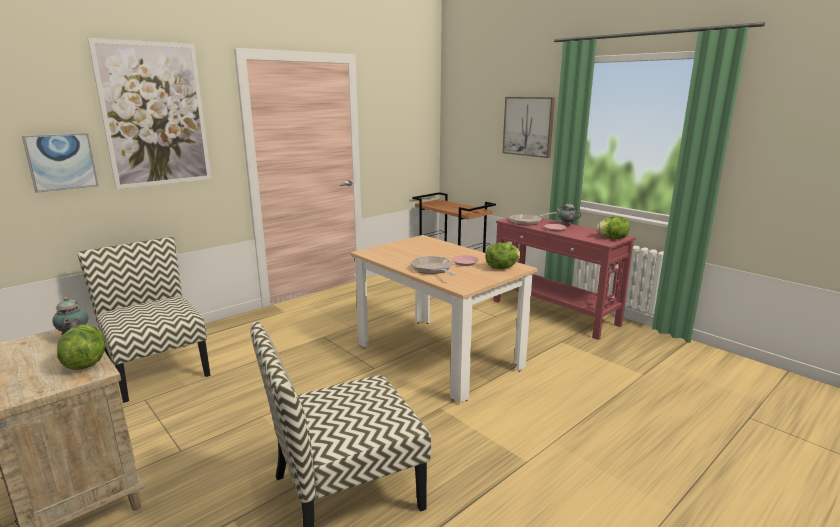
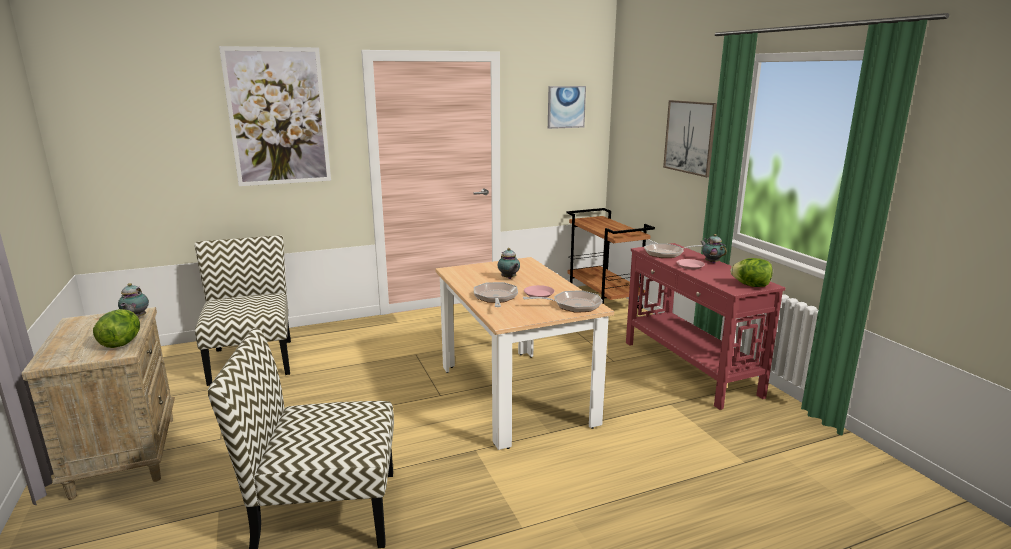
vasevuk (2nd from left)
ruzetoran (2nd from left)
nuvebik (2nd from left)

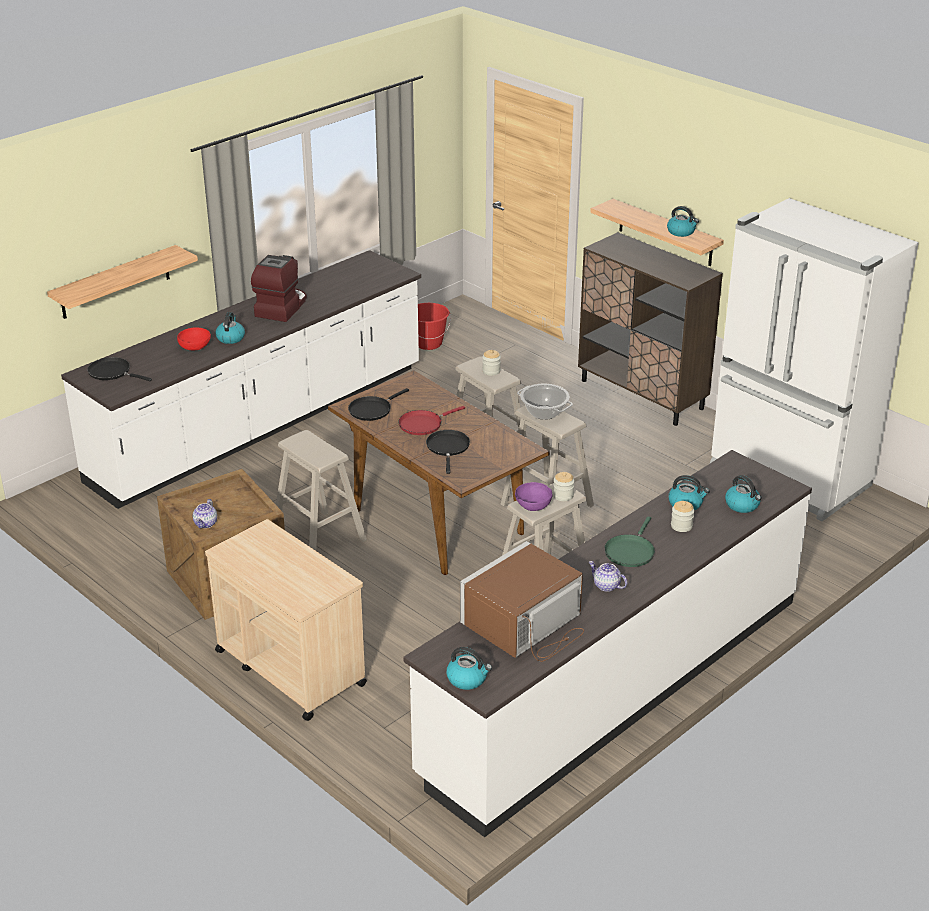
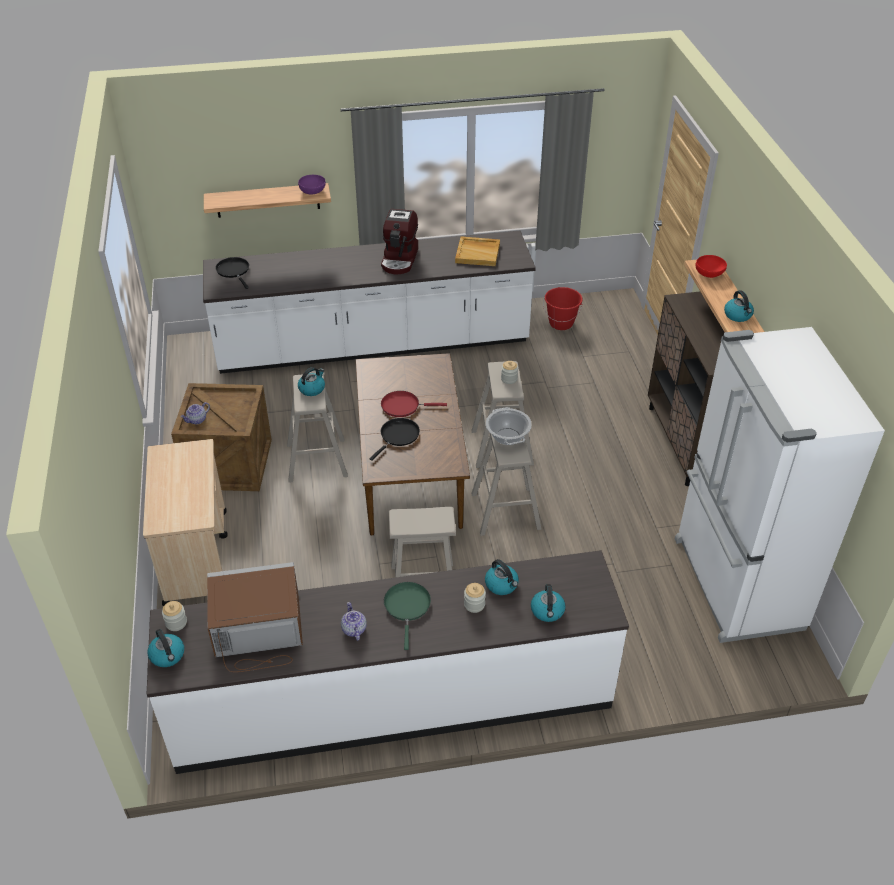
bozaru
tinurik (2nd from left)
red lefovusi
black ruzetoran (2nd from left in the first image)
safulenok (1st from left)
purple lefovusi
green ruzetoran
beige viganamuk

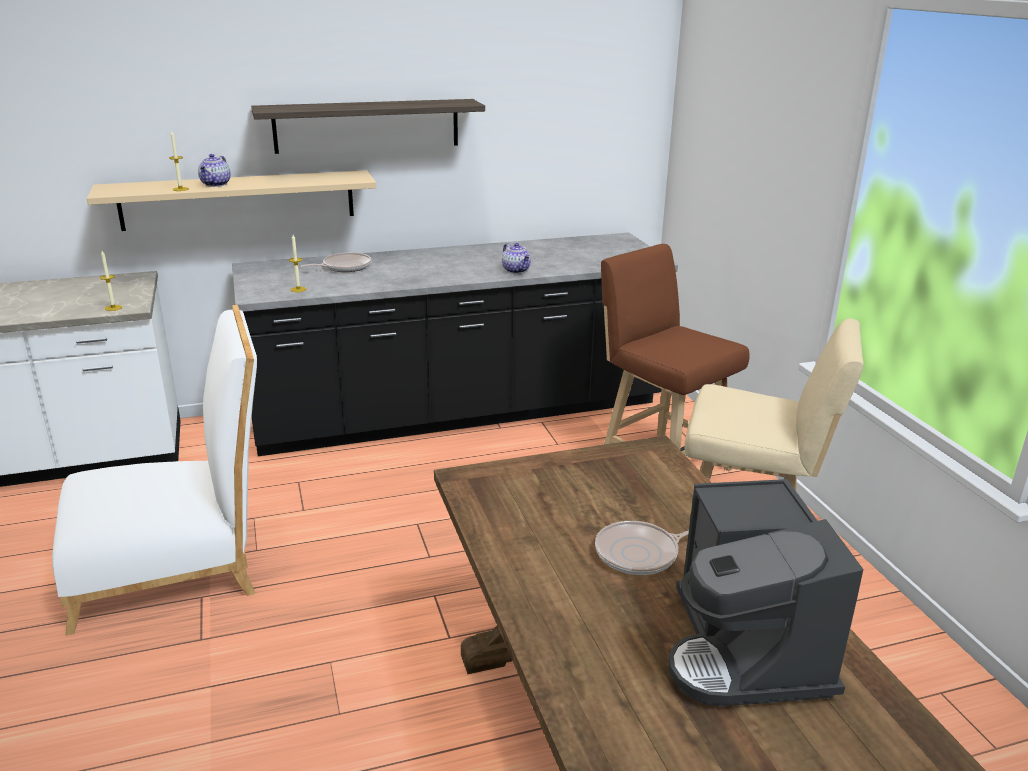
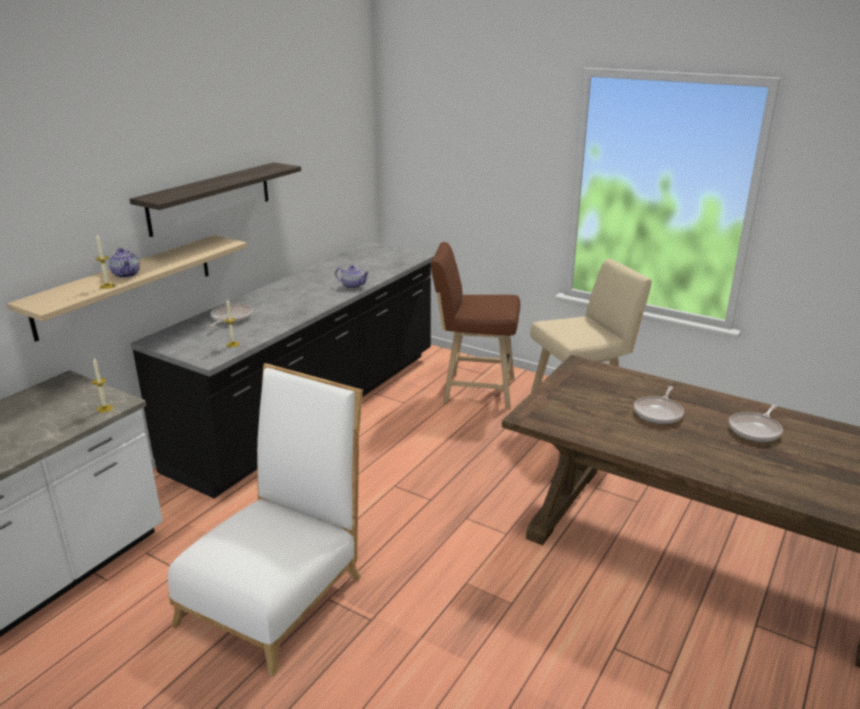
ruzetoran (3rd from left)

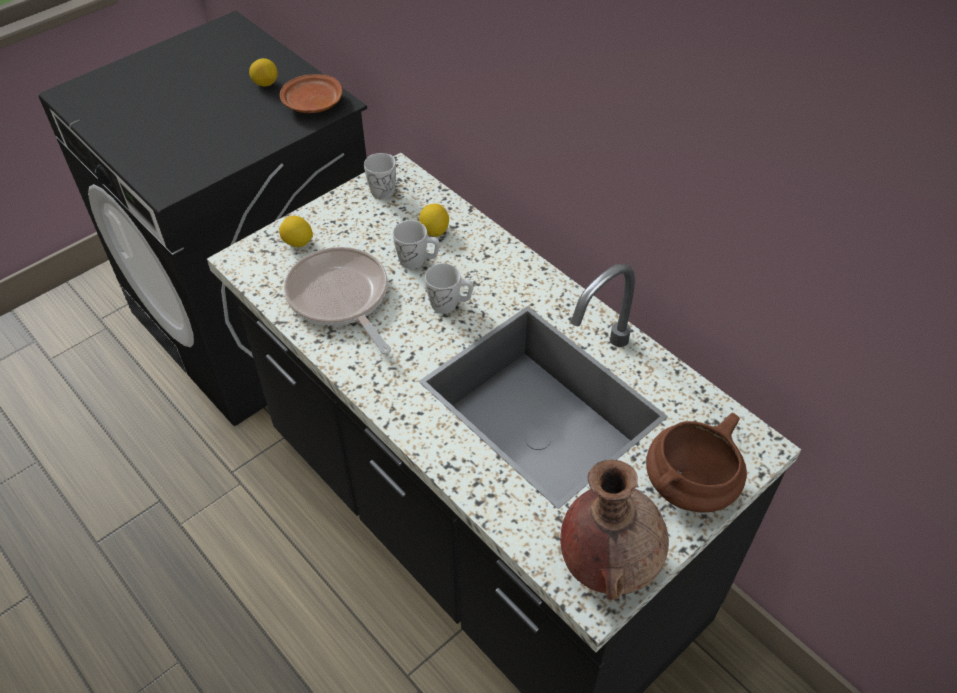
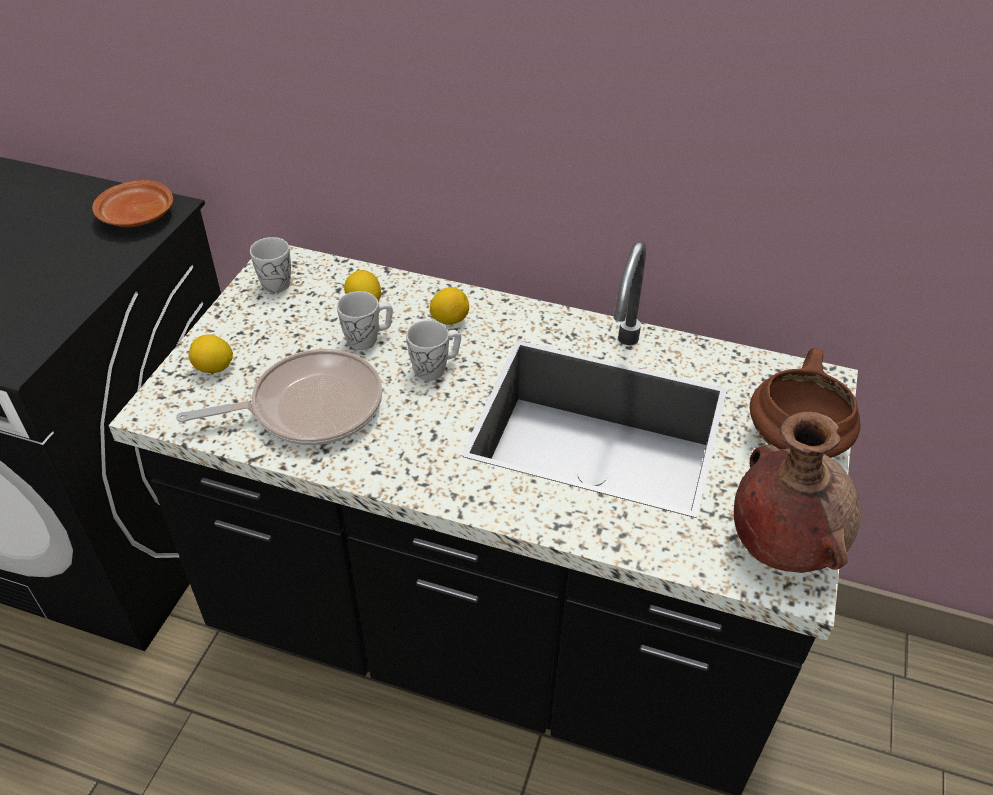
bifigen (3rd from left)
ruzetoran

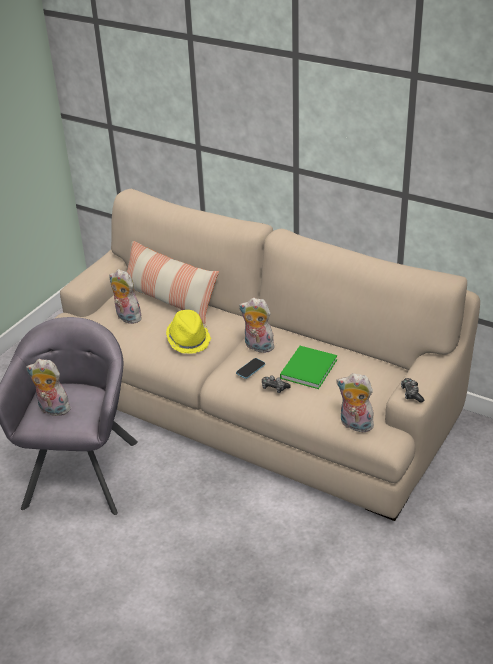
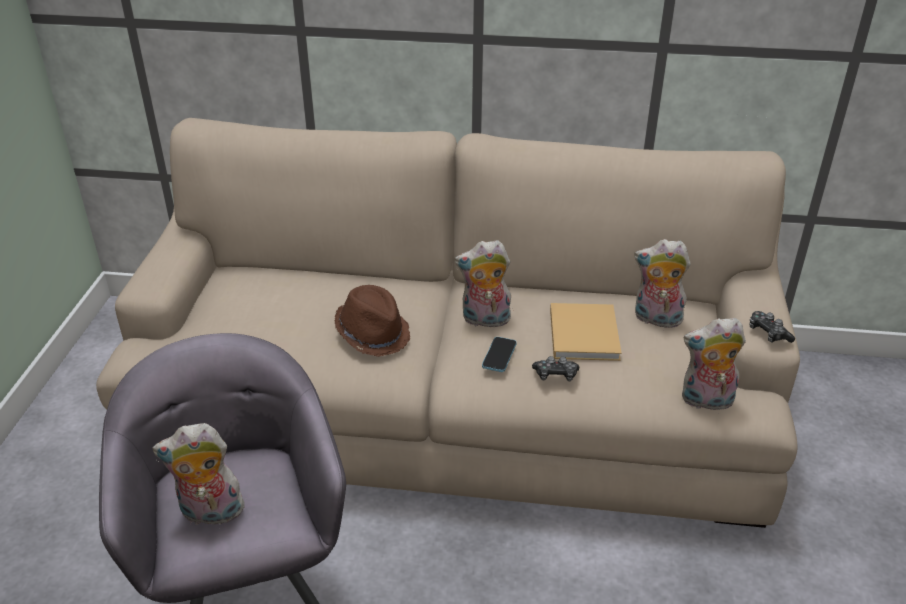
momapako
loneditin (3rd from left)
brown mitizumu
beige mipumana

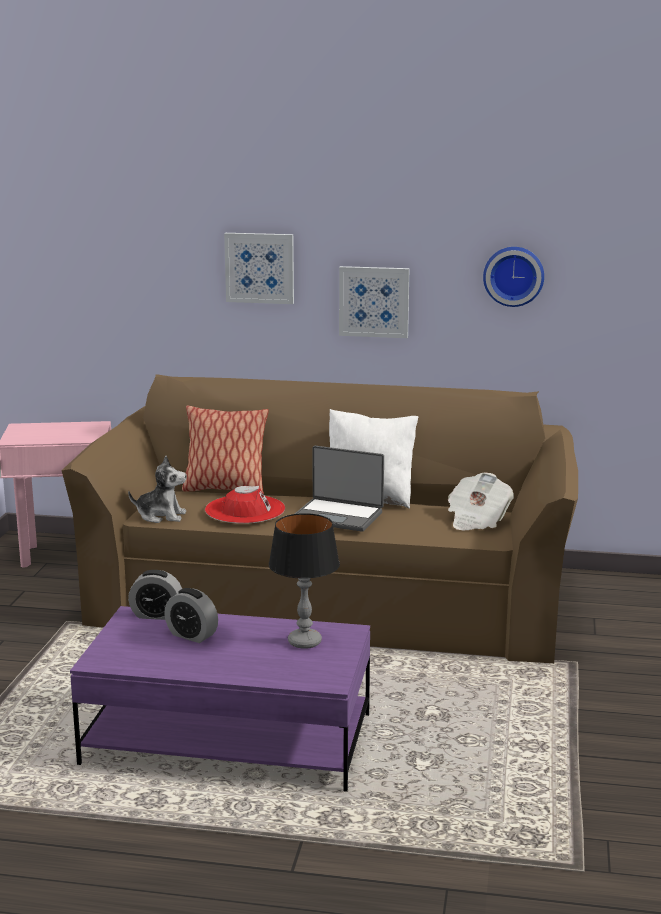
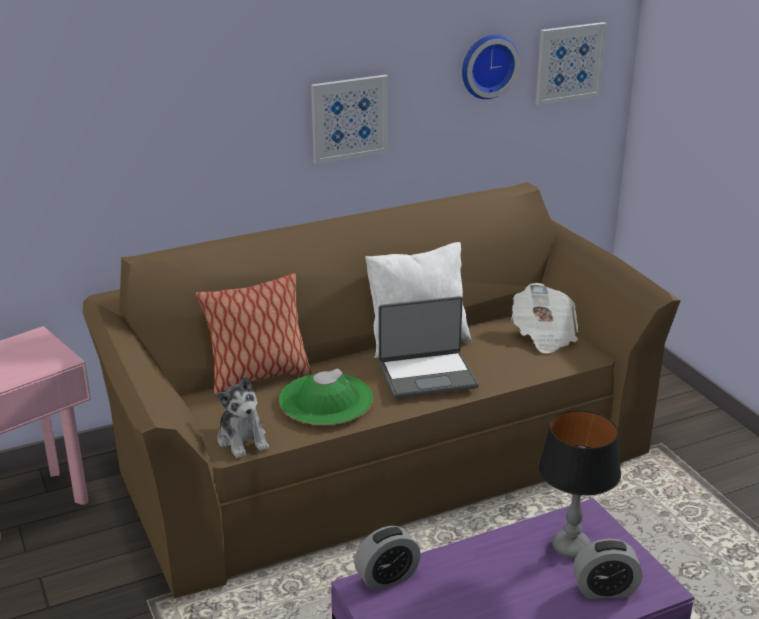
vasevuk (2nd from left)
loneditin
green mitizumu
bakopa (2nd from left)

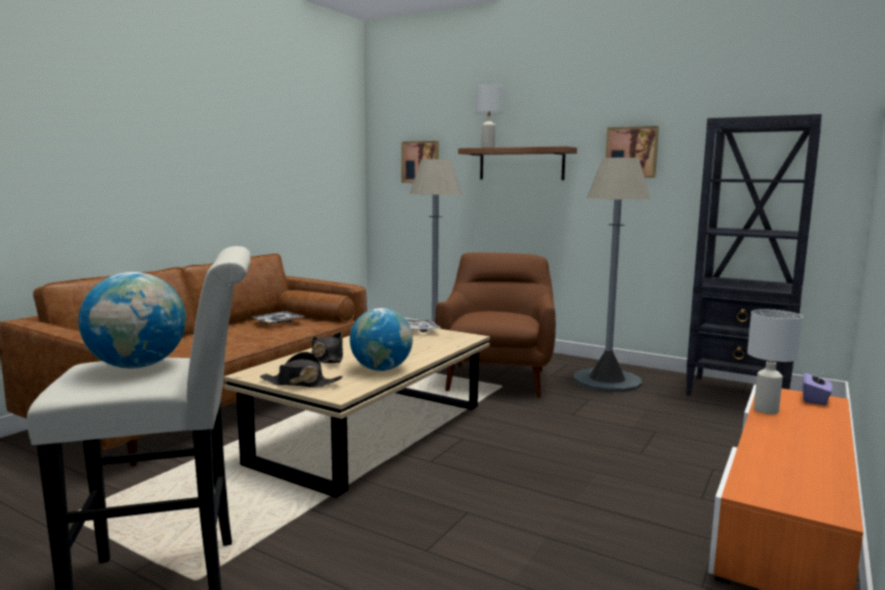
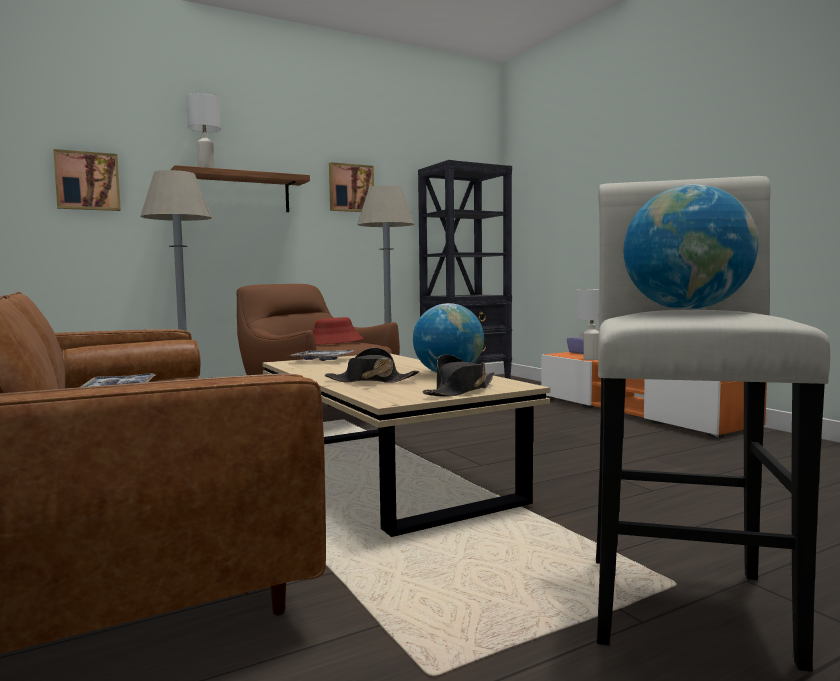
red mitizumu

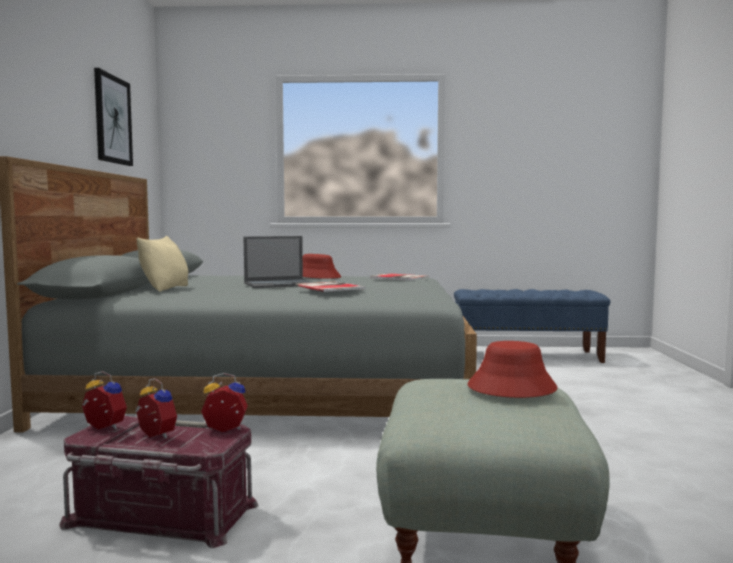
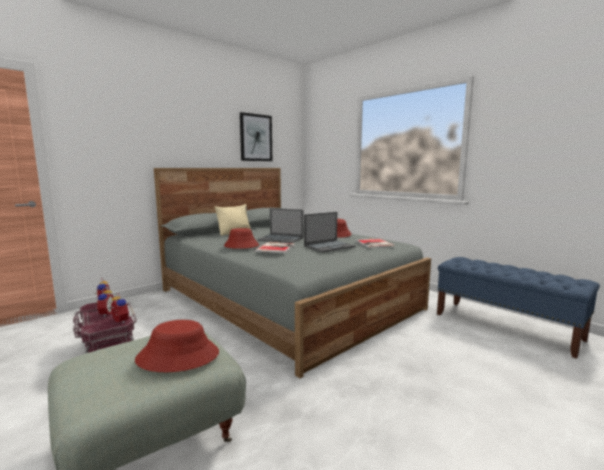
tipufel (2nd from left)
red mitizumu (2nd from left)

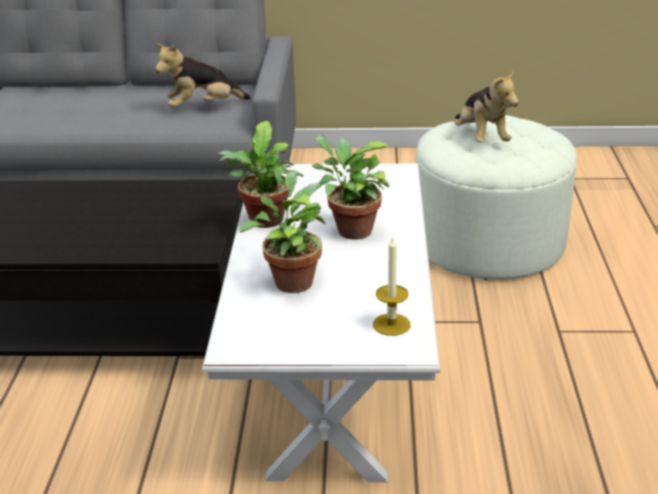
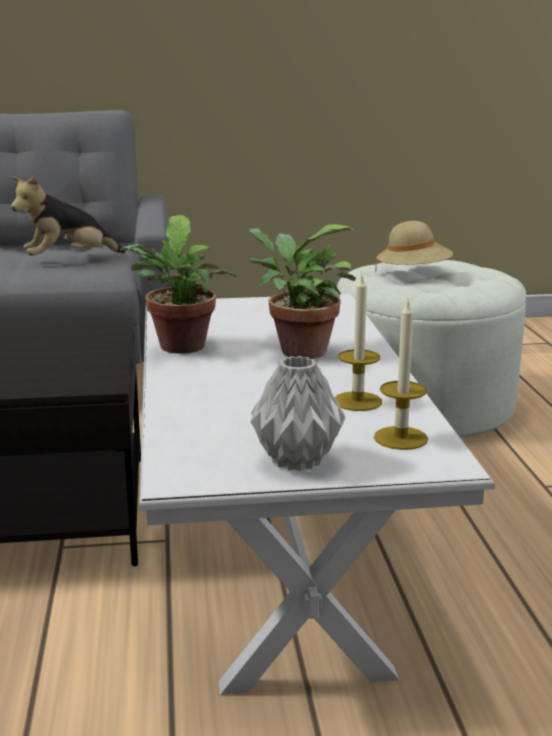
beige mitizumu
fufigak (2nd from left in the first image)
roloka (1st from left)
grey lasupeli

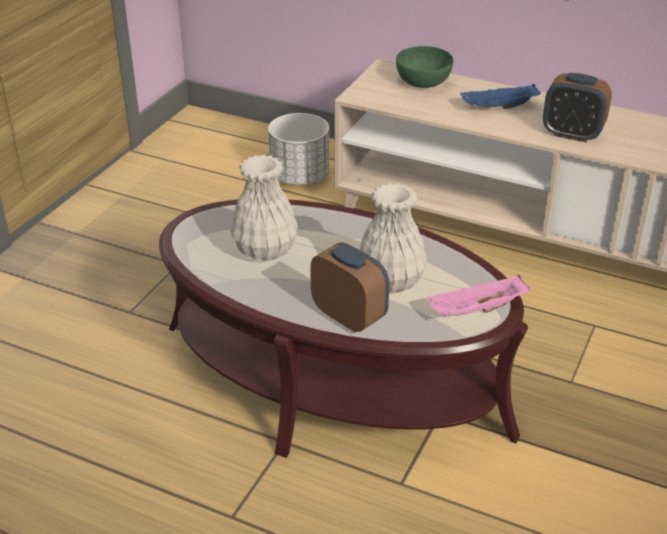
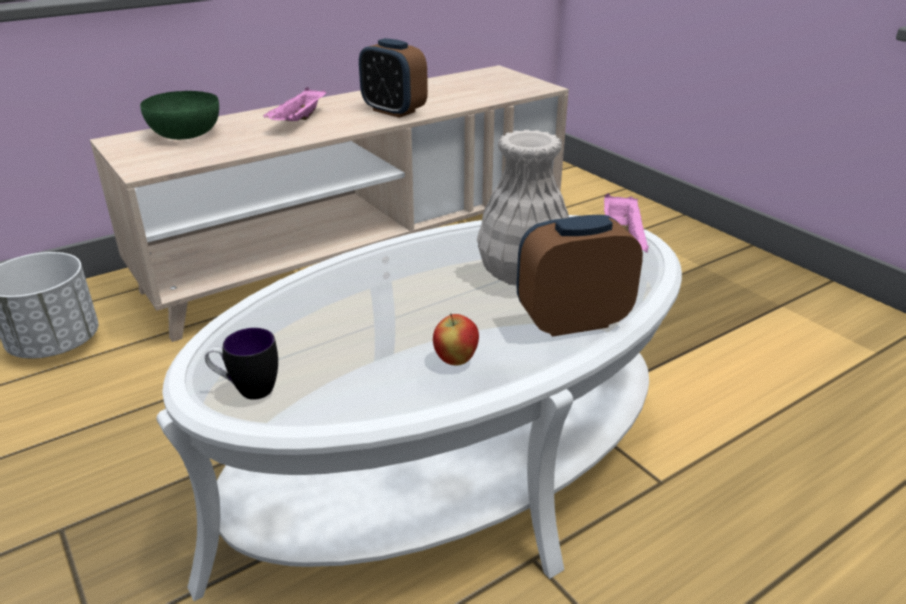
bakopa (1st from left)
pink viganamuk (1st from left)
white lasupeli (1st from left in the first image)
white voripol
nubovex
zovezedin

